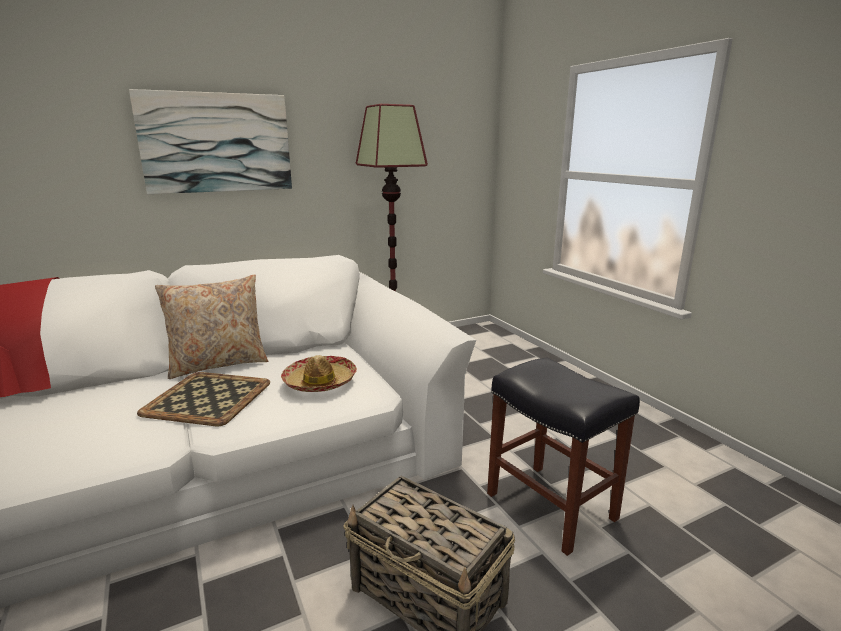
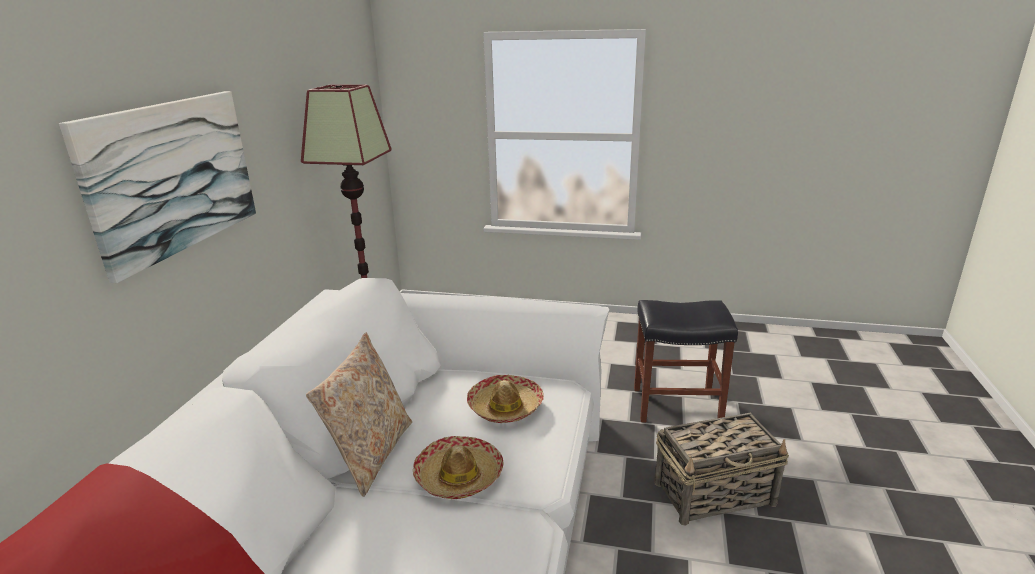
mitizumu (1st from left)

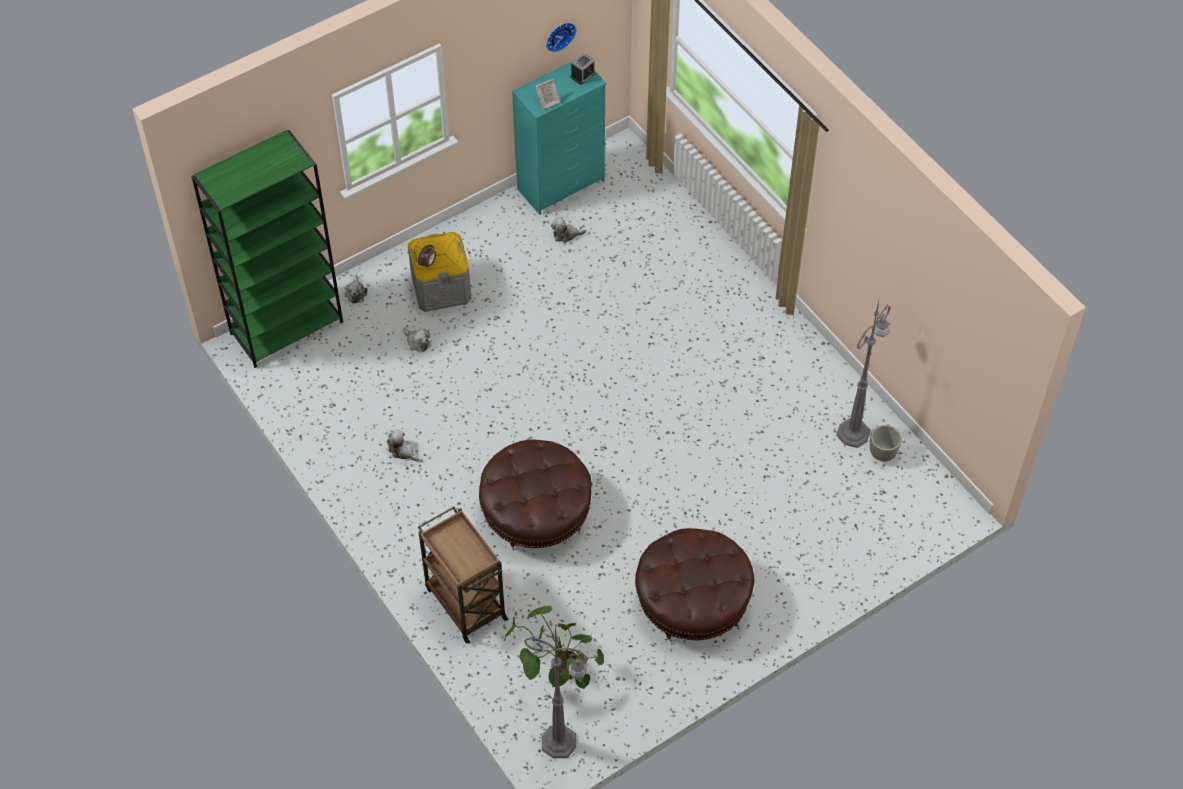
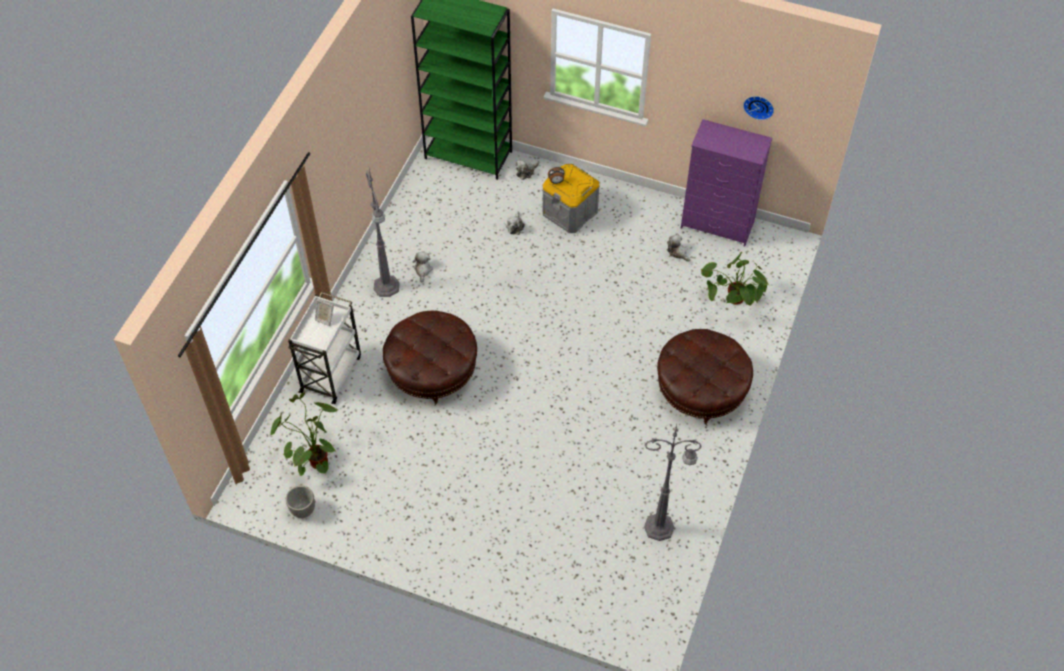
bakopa (2nd from left in the first image)
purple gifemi
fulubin
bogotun
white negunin
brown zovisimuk (2nd from left)
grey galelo (1st from left)
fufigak (2nd from left)

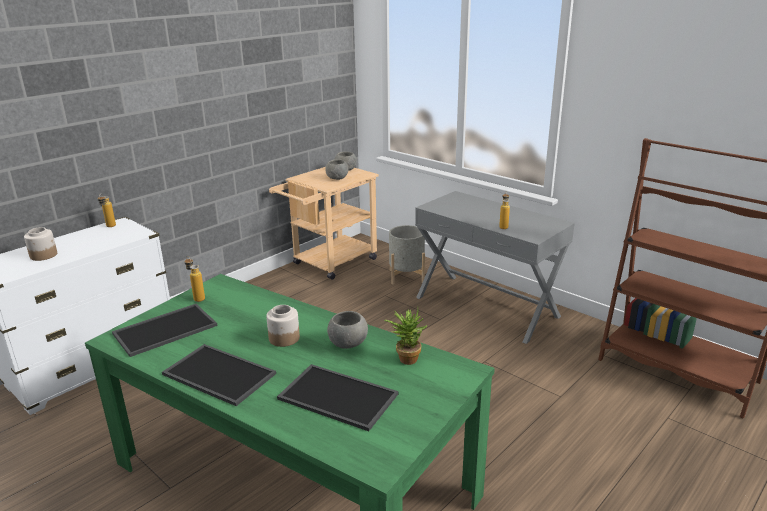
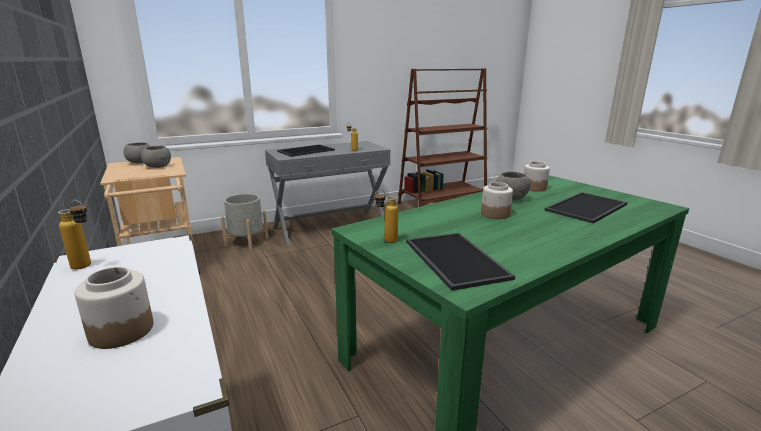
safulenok (3rd from left)
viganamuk (1st from left)

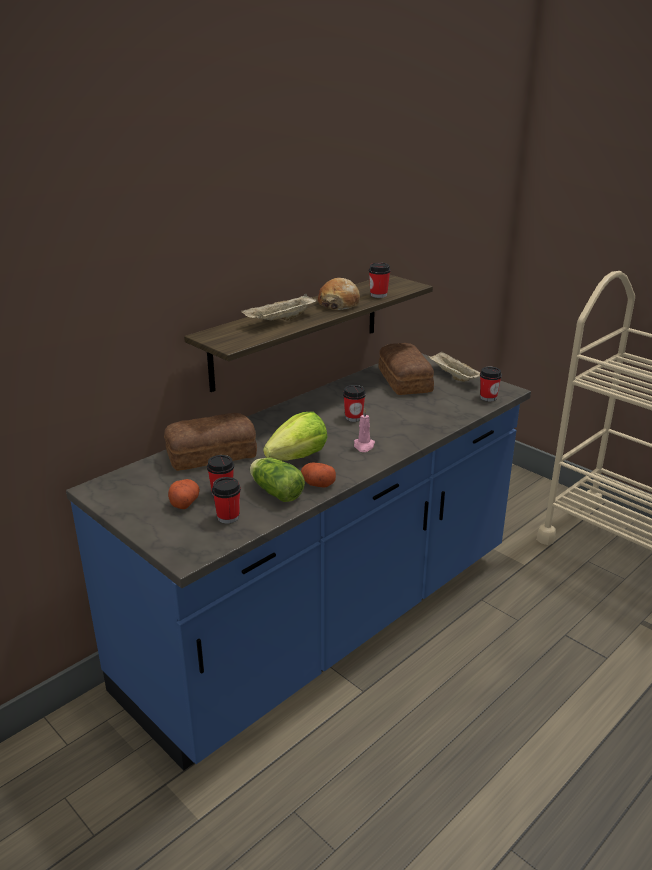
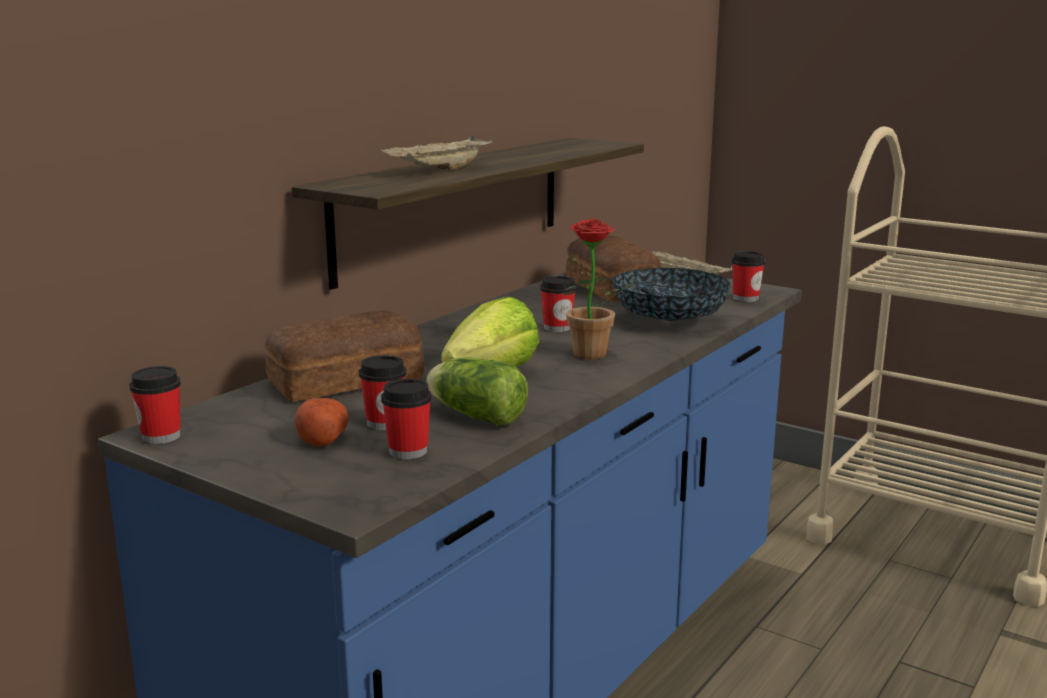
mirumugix (1st from left)
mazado (2nd from left in the first image)
fufigak
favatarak (2nd from left in the first image)
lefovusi

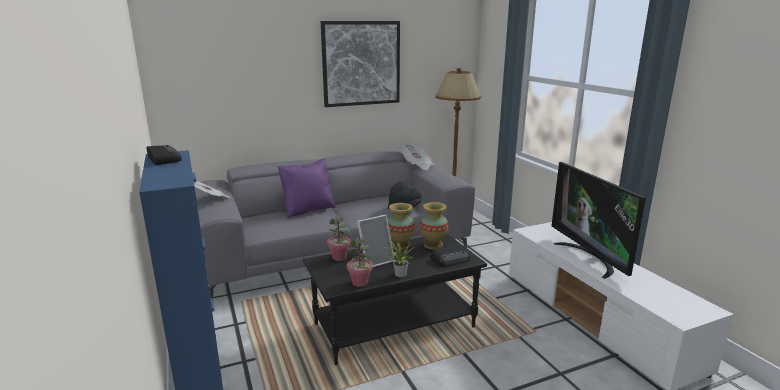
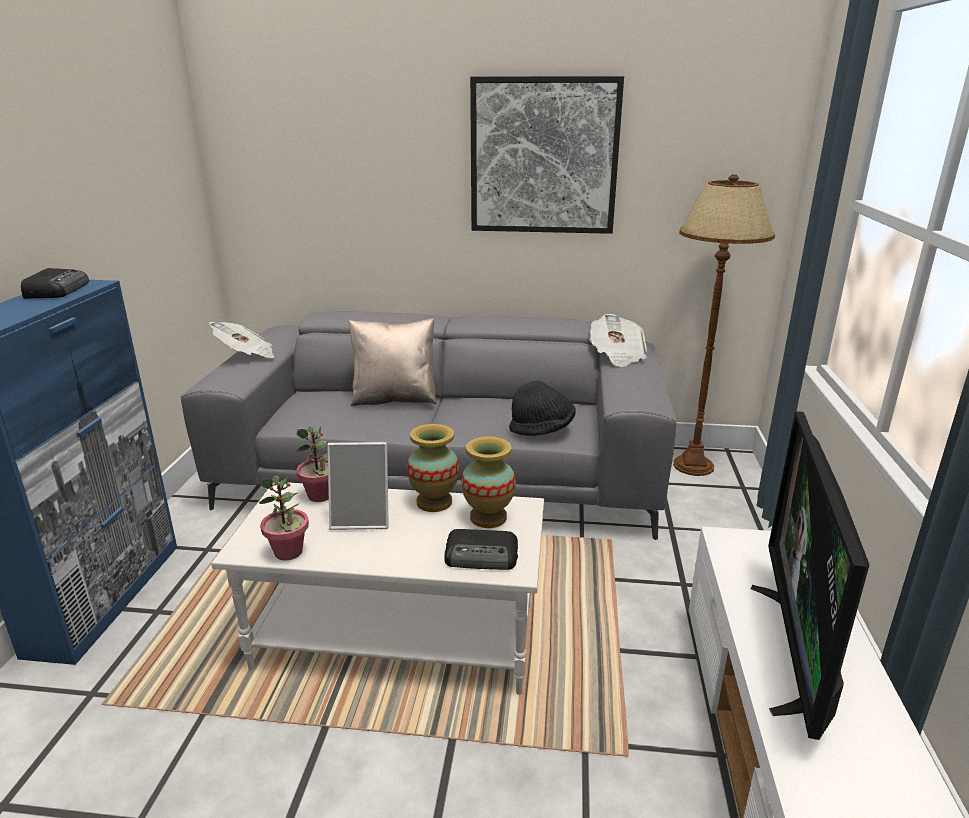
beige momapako
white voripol
fufigak (3rd from left in the first image)

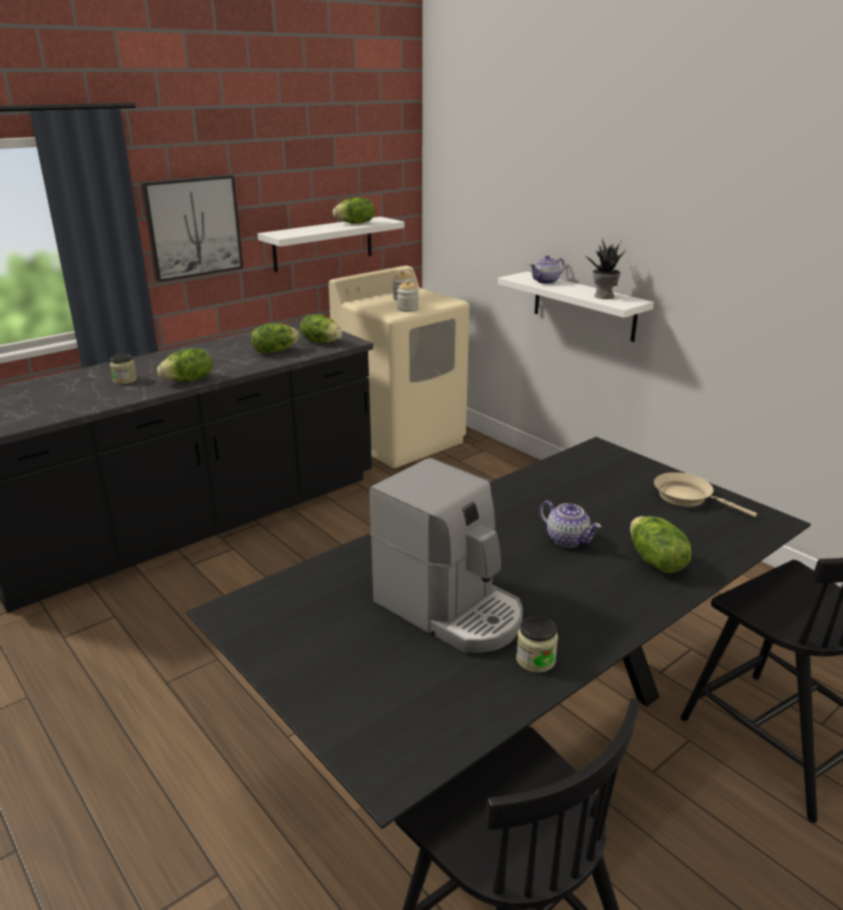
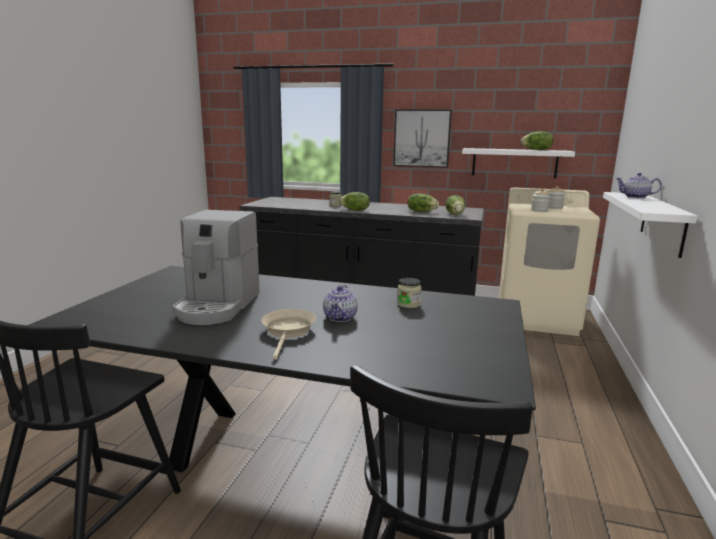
fufigak
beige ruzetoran
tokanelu (5th from left in the first image)
safulenok (2nd from left)

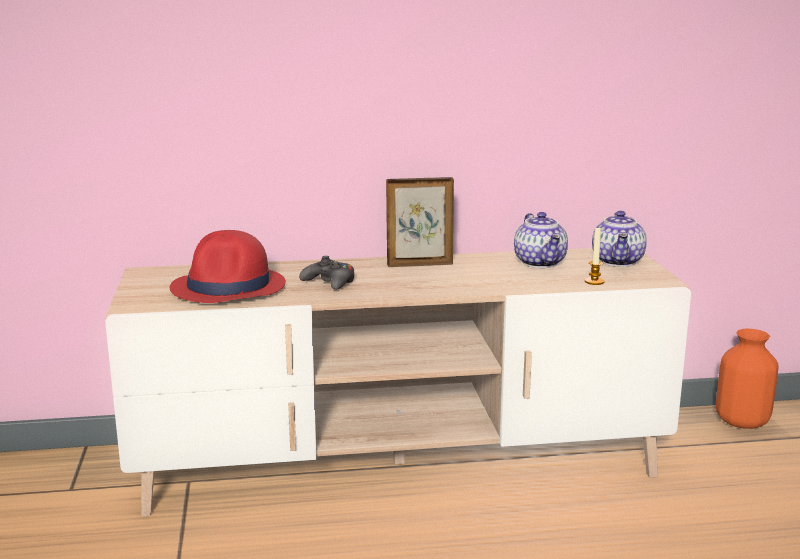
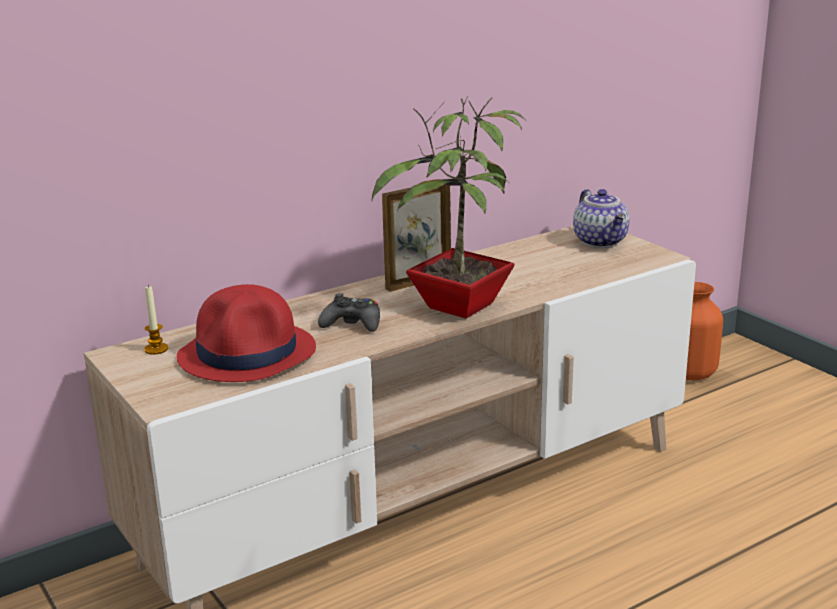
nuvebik (1st from left in the first image)
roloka
fufigak

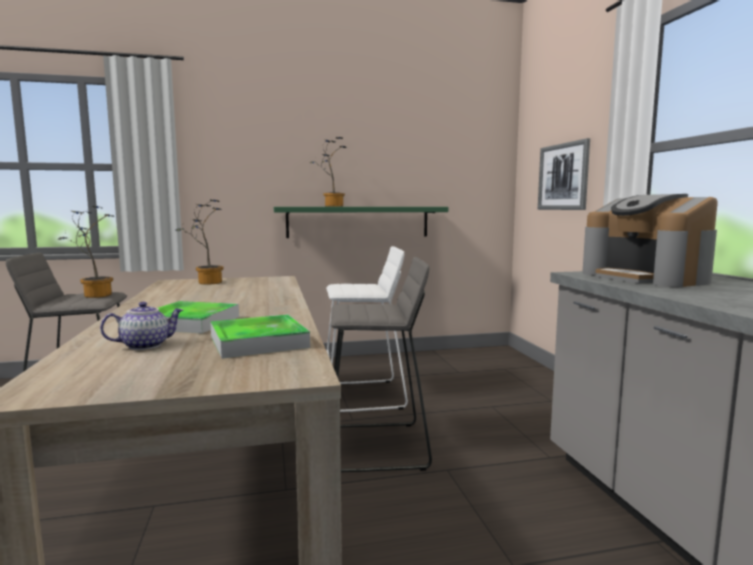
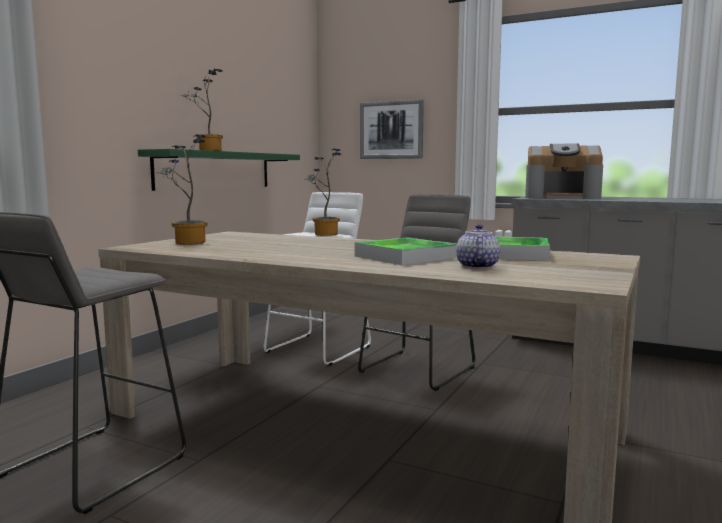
fufigak (3rd from left)

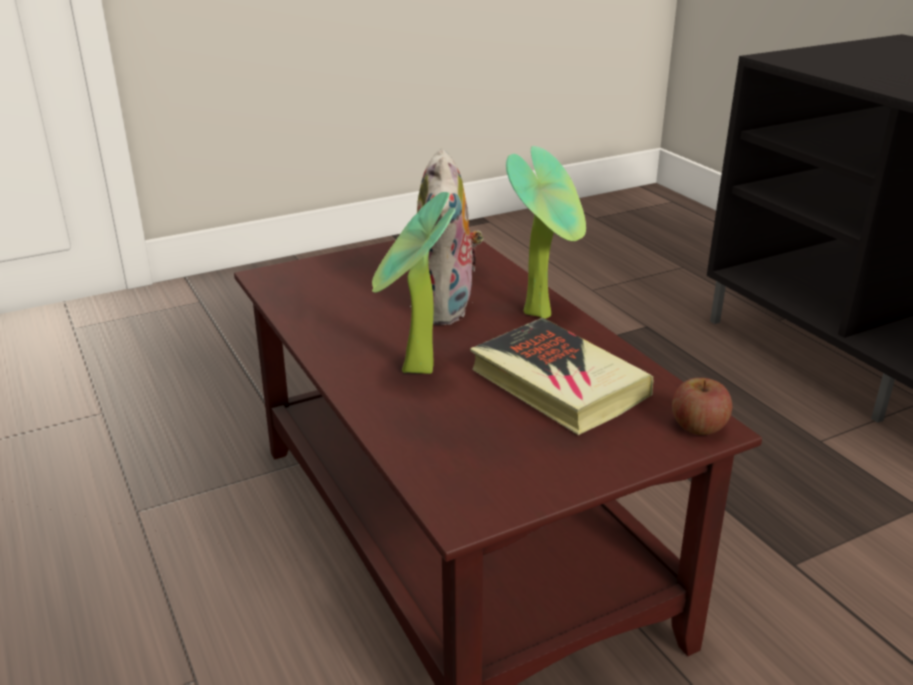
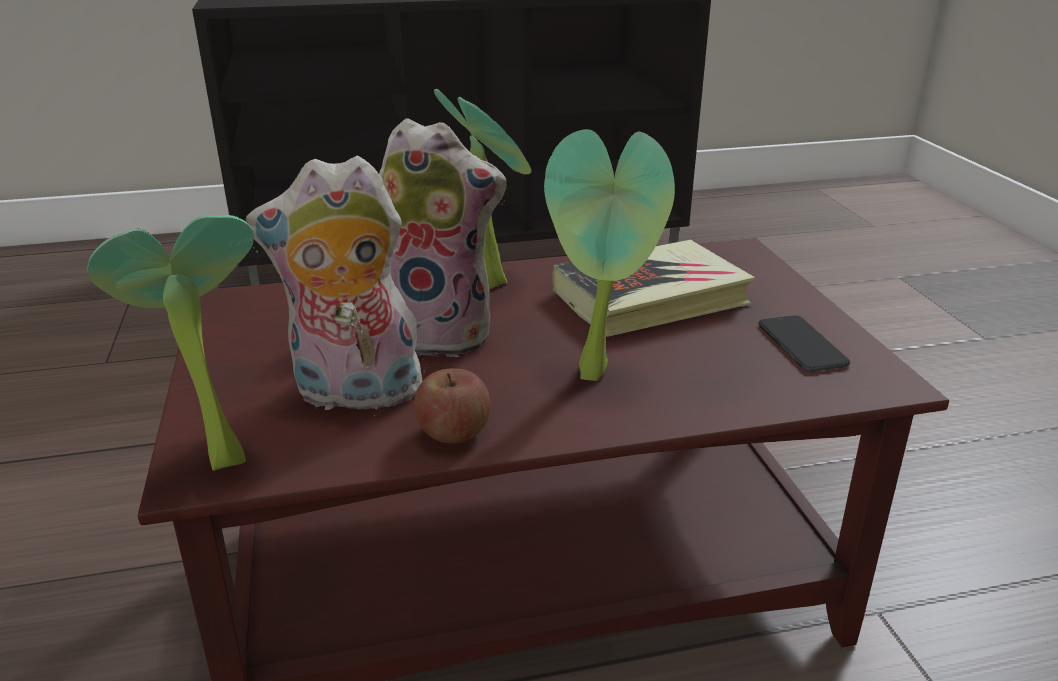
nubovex
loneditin (1st from left)
fufigak (1st from left)
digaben

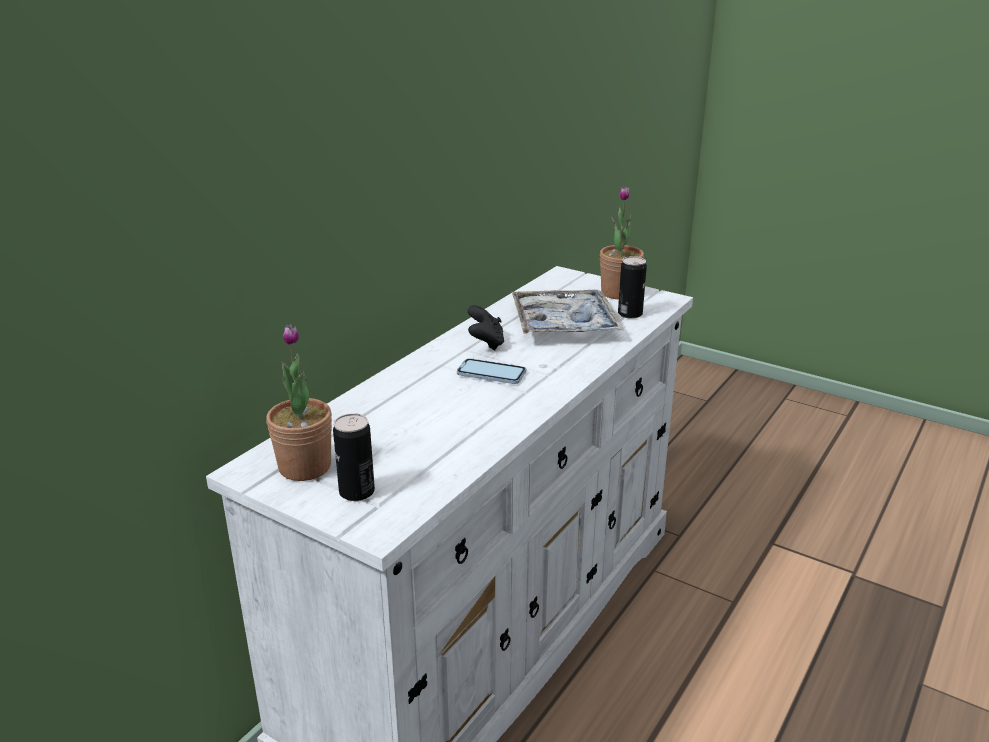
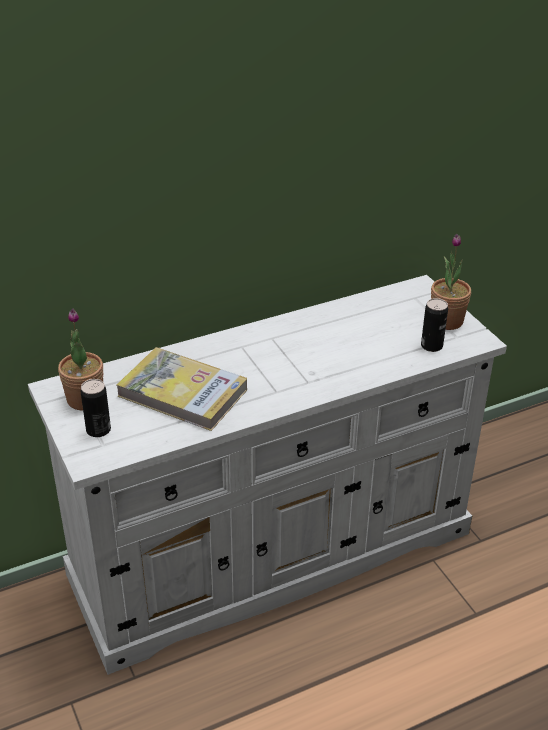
viganamuk
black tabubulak
digaben
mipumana

